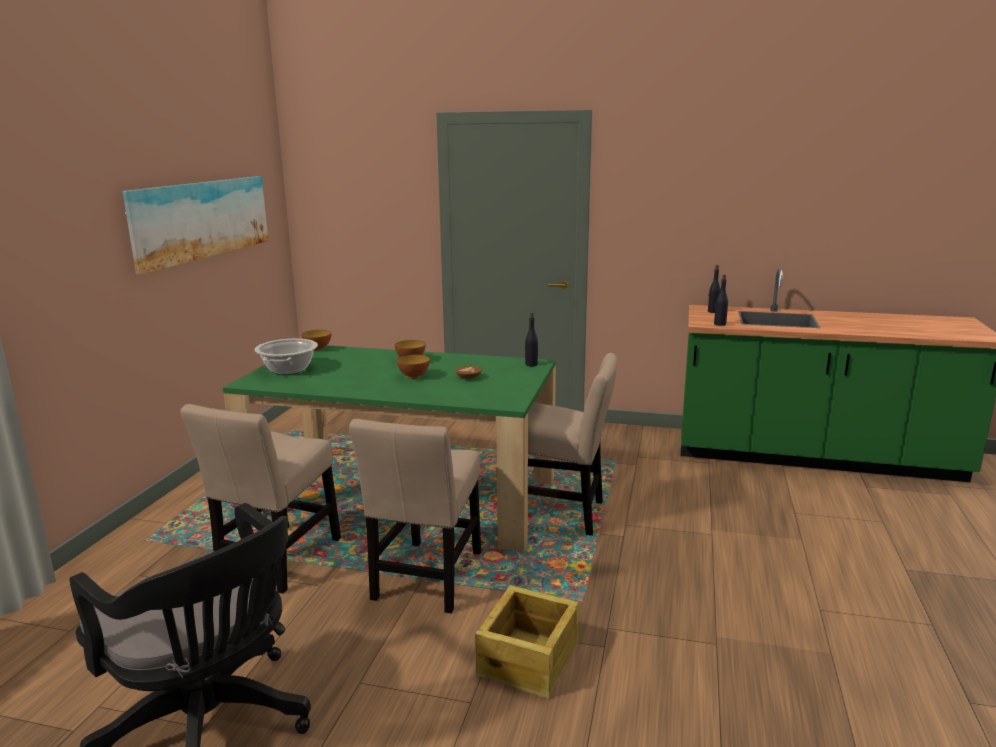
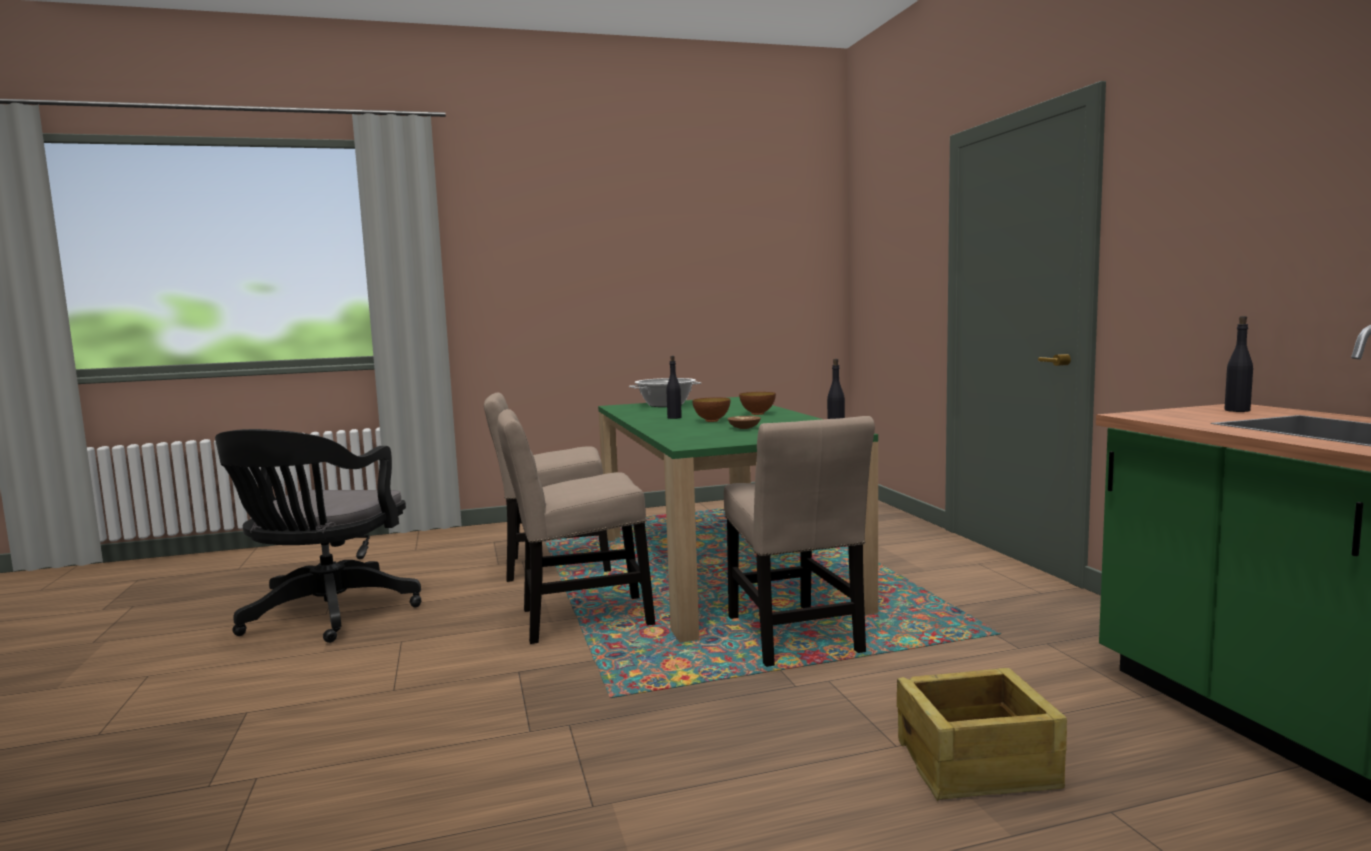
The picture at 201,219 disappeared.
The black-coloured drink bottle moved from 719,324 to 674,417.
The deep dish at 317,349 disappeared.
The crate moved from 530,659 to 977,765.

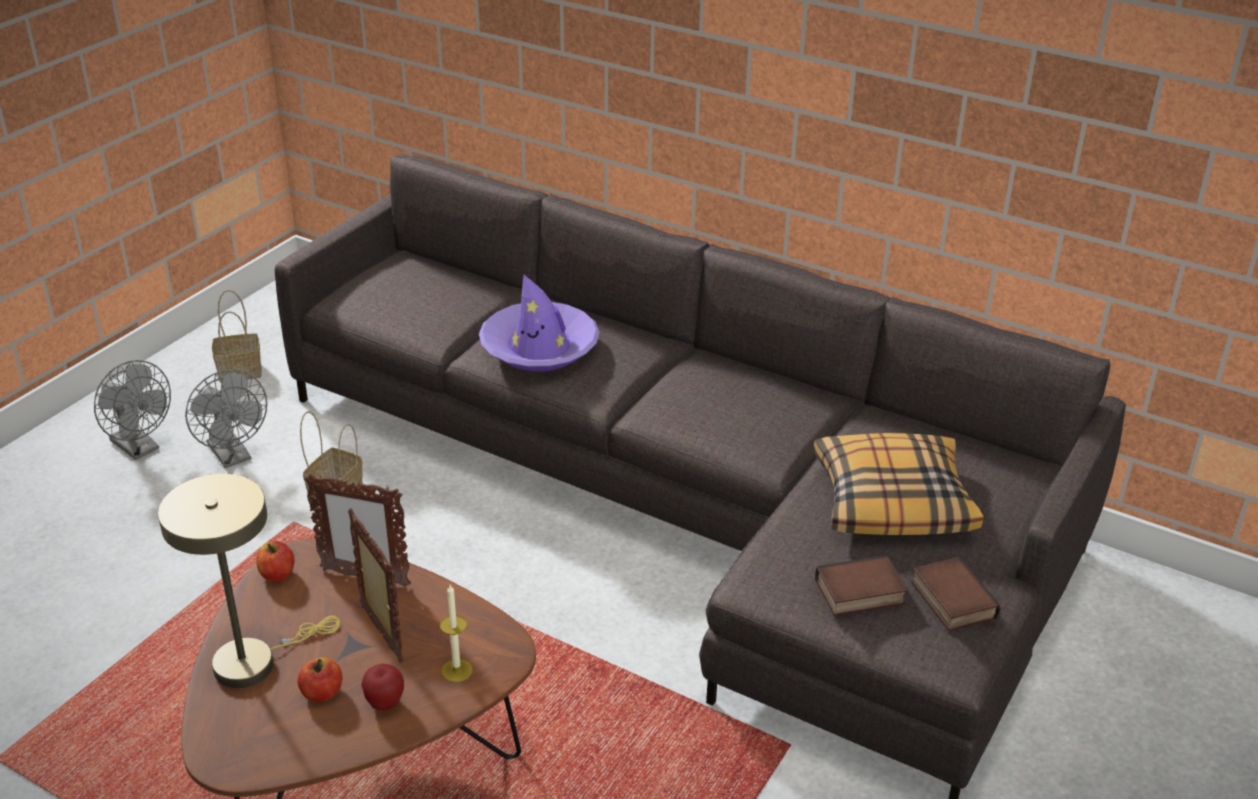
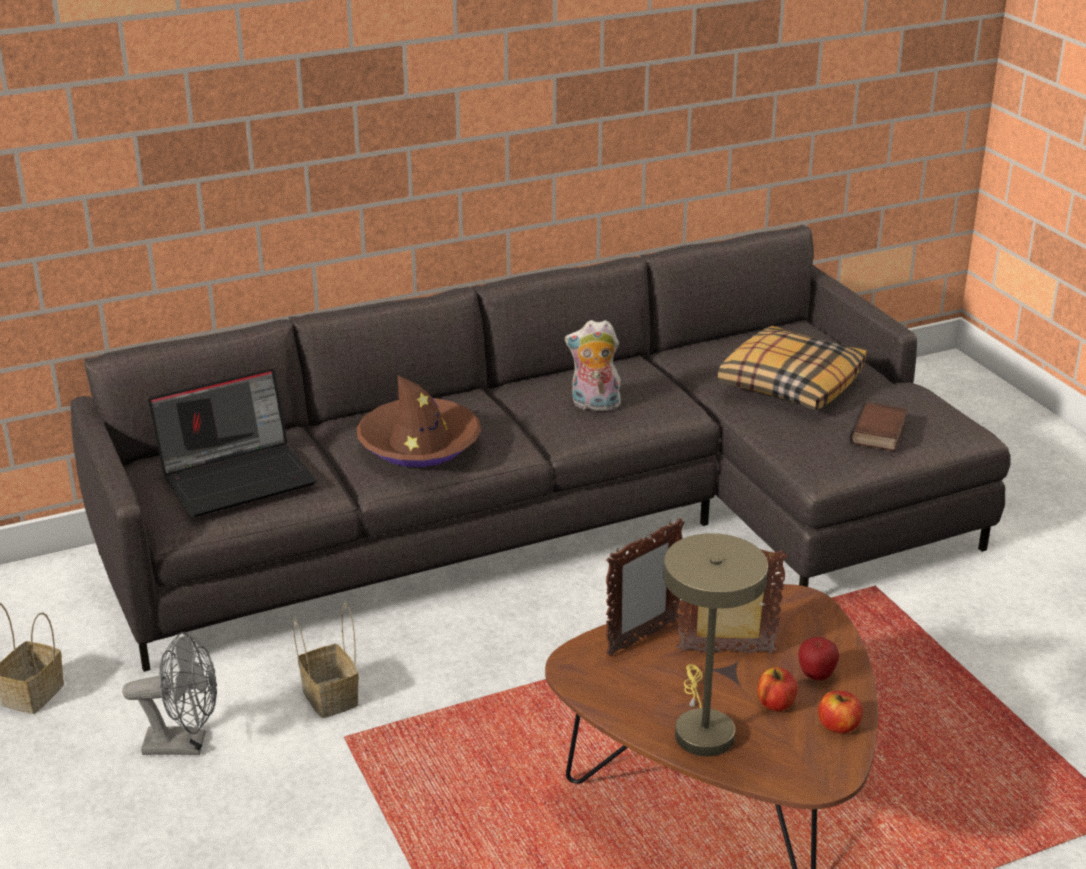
The purple clothing hat at 540,347 became the brown-coloured clothing hat at 419,444.
The grey cooling fan at 140,448 disappeared.
The whole apple moved from 277,574 to 838,726.
The book at 950,600 disappeared.
The wax light at 457,670 disappeared.
The plush toy at 594,405 appeared.
The notebook computer at 239,476 appeared.

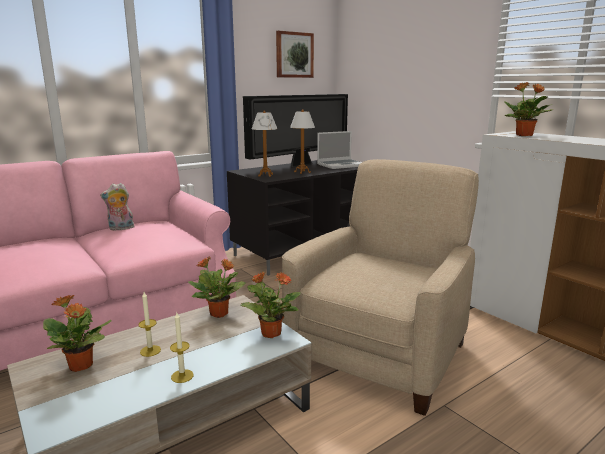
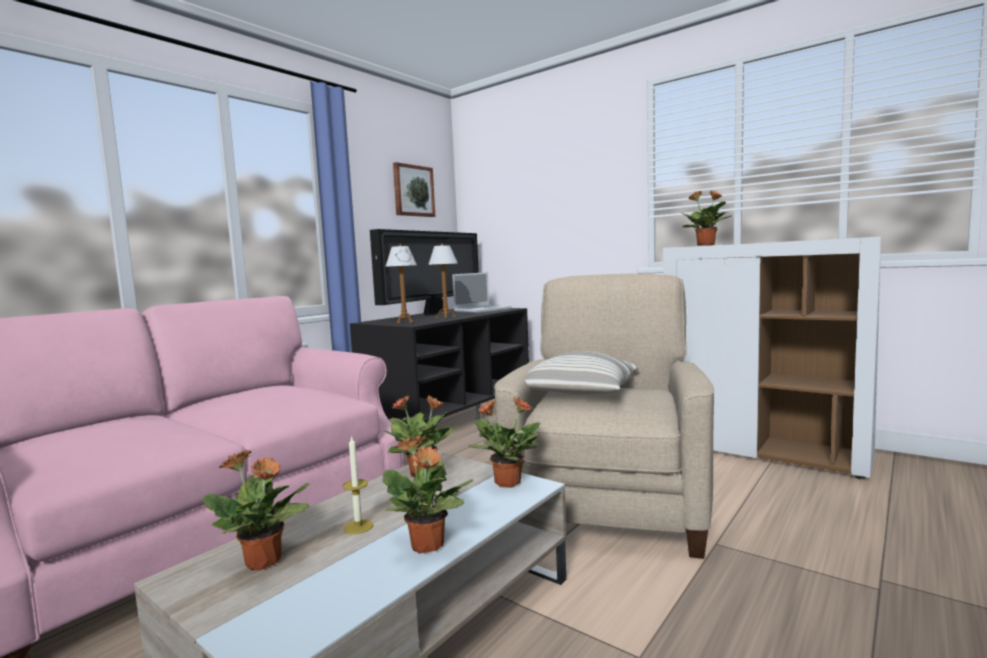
The plush toy at 120,229 disappeared.
The wax light at 182,376 was replaced by the houseplant at 427,546.
The pillow at 580,394 appeared.

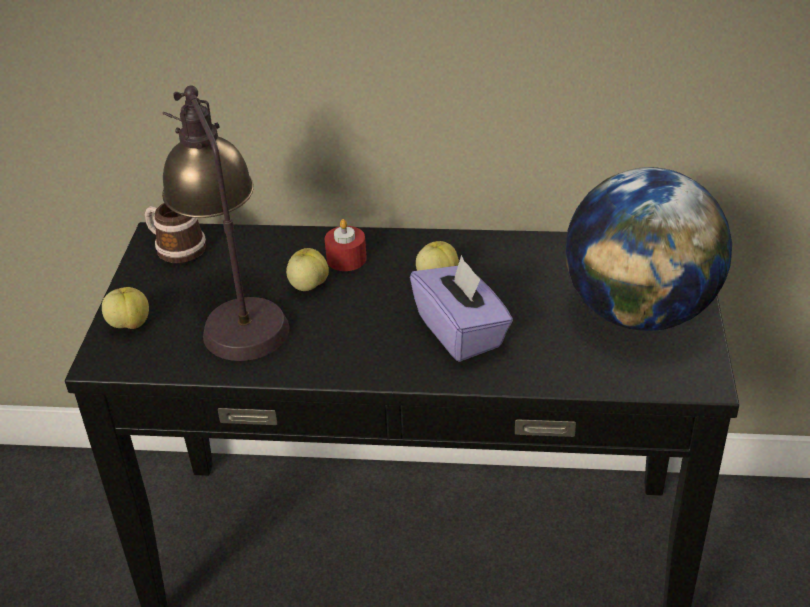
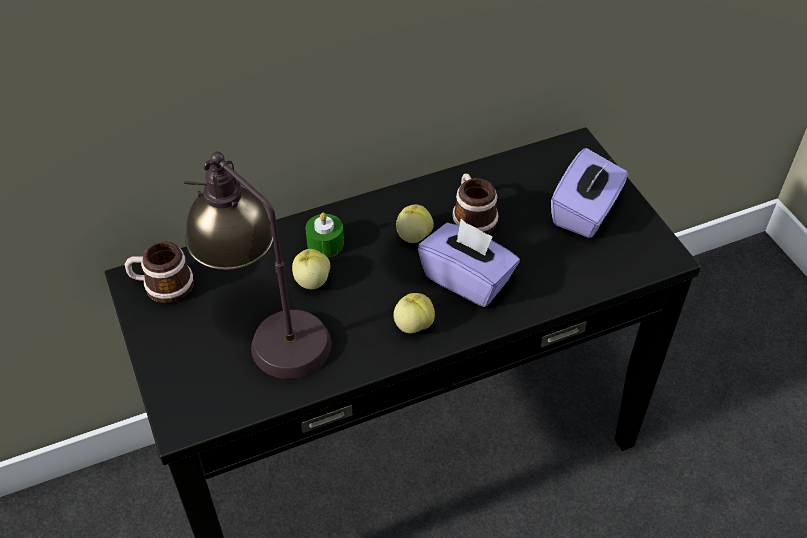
The globe at 640,311 was replaced by the purple tissue holder at 585,212.
The red-coloured wax light at 346,259 became the green wax light at 325,243.
The whole apple moved from 130,324 to 413,325.
The tea mug at 472,216 appeared.

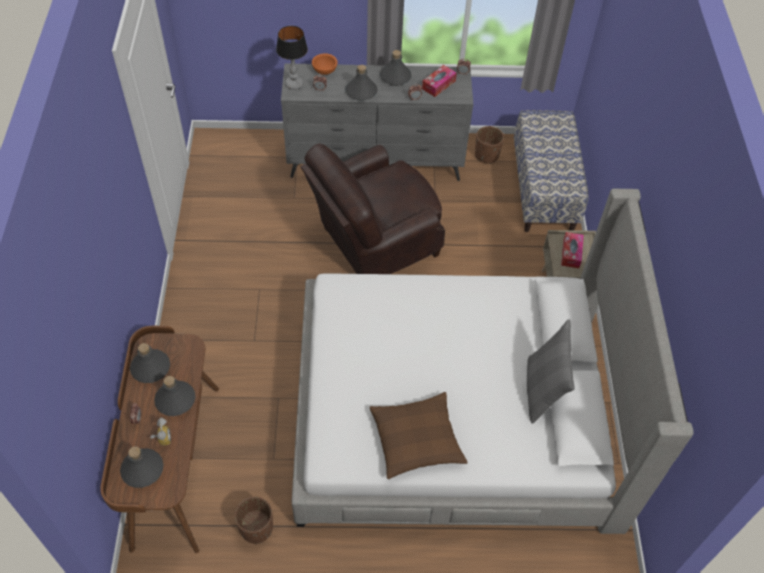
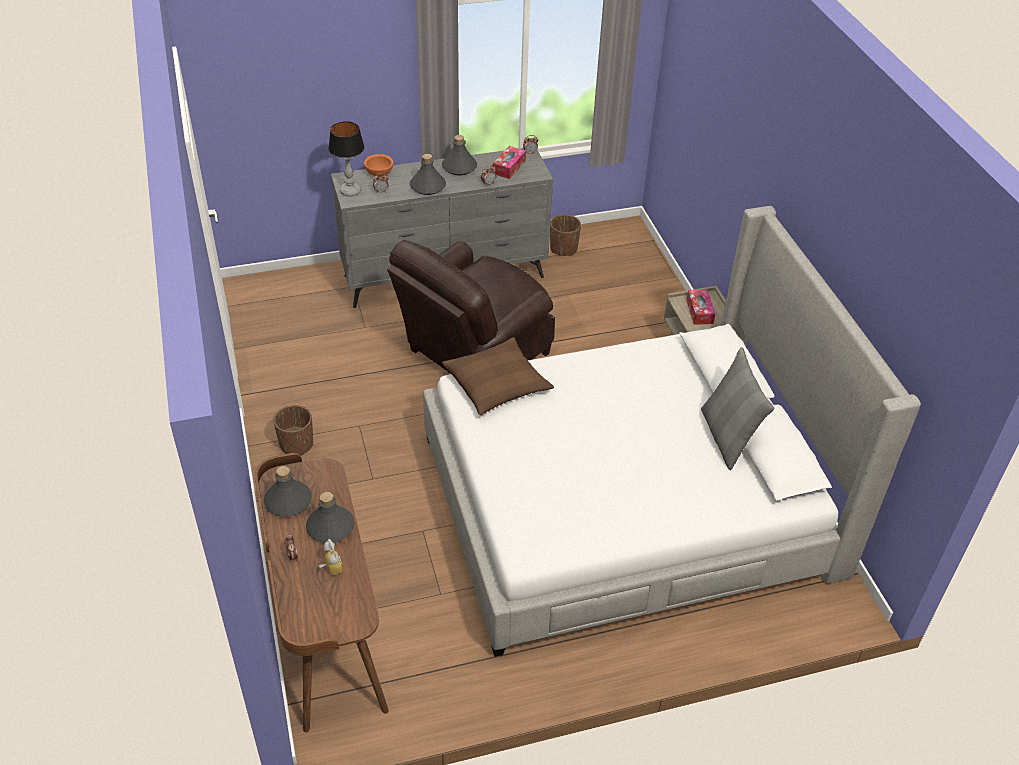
The long seat at 543,190 disappeared.
The brown-coloured pillow moved from 416,440 to 497,384.
The grey drink bottle at 142,469 disappeared.
The brown-coloured planter moved from 257,528 to 297,444.

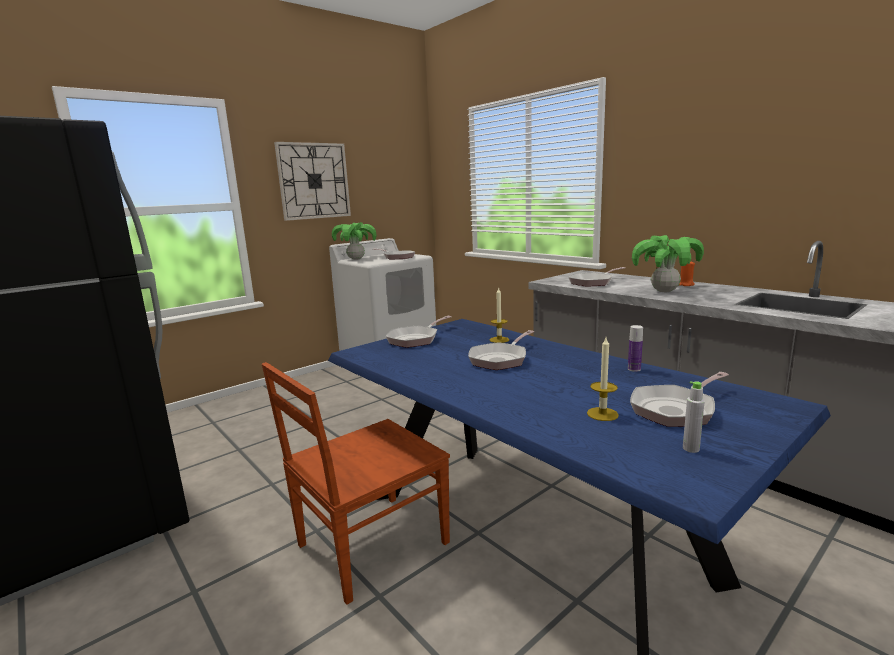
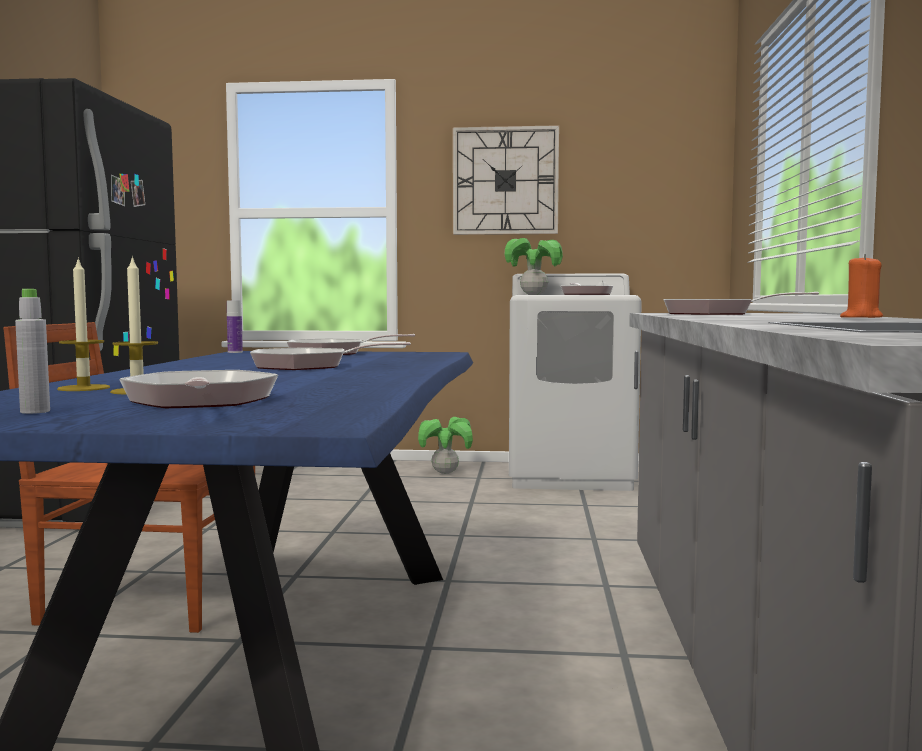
The houseplant moved from 664,291 to 445,472.
The wax light moved from 499,340 to 84,388.
The drink bottle moved from 634,369 to 235,352.
The pan at 676,409 turned 60 degrees clockwise.

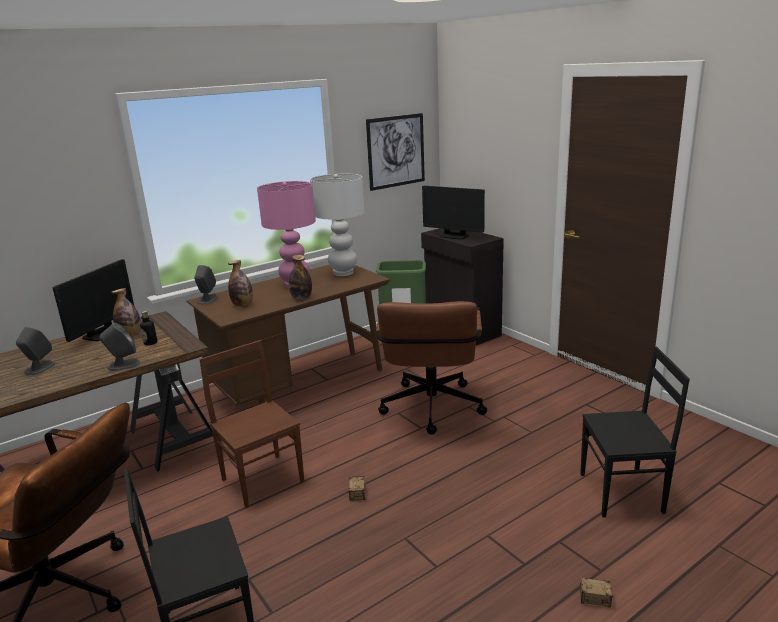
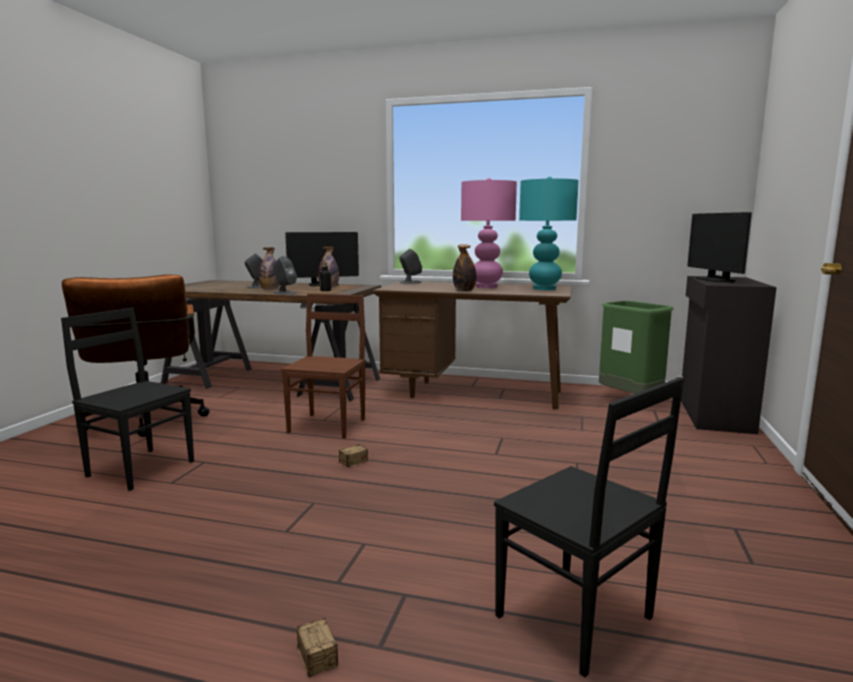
The picture at 396,151 disappeared.
The white lamp for a table at 343,272 became the turquoise lamp for a table at 545,289.
The drink bottle moved from 242,305 to 270,289.
The brown-coloured computer chair at 431,411 disappeared.

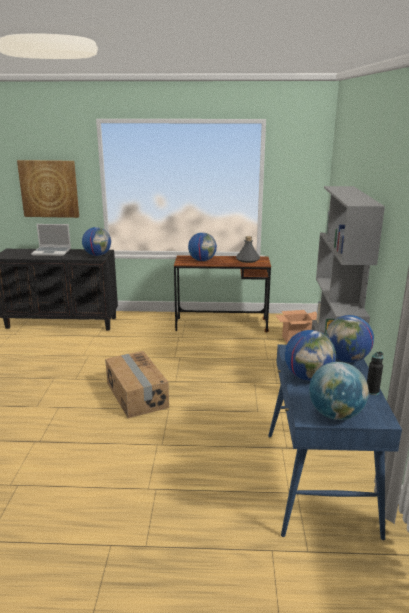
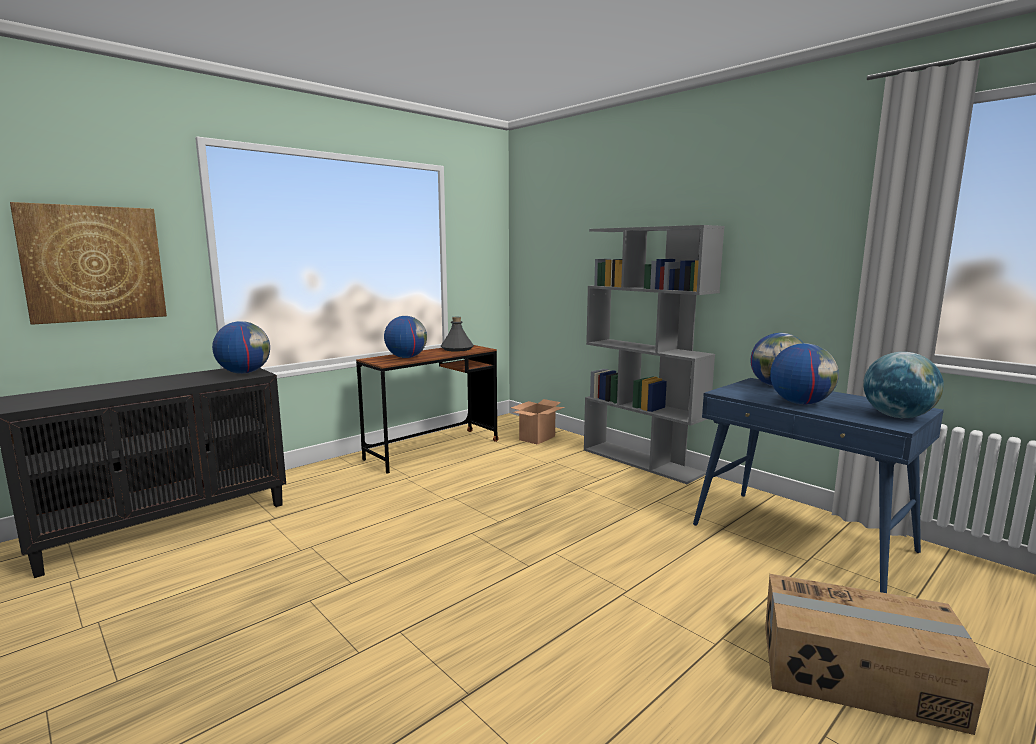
The notebook computer at 52,252 disappeared.
The carton moved from 136,395 to 858,676.
The black-coloured drink bottle at 372,391 disappeared.

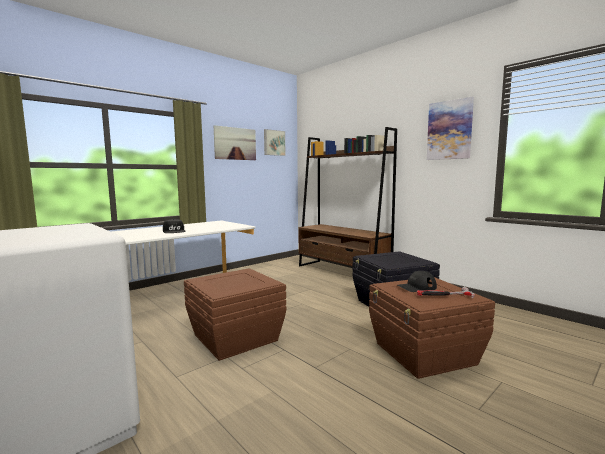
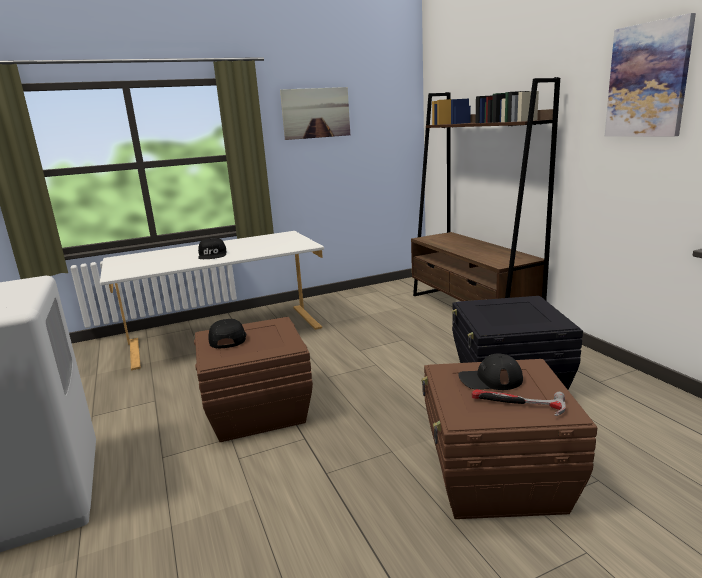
The picture at 274,143 disappeared.
The black-coloured peaked cap at 227,339 appeared.

